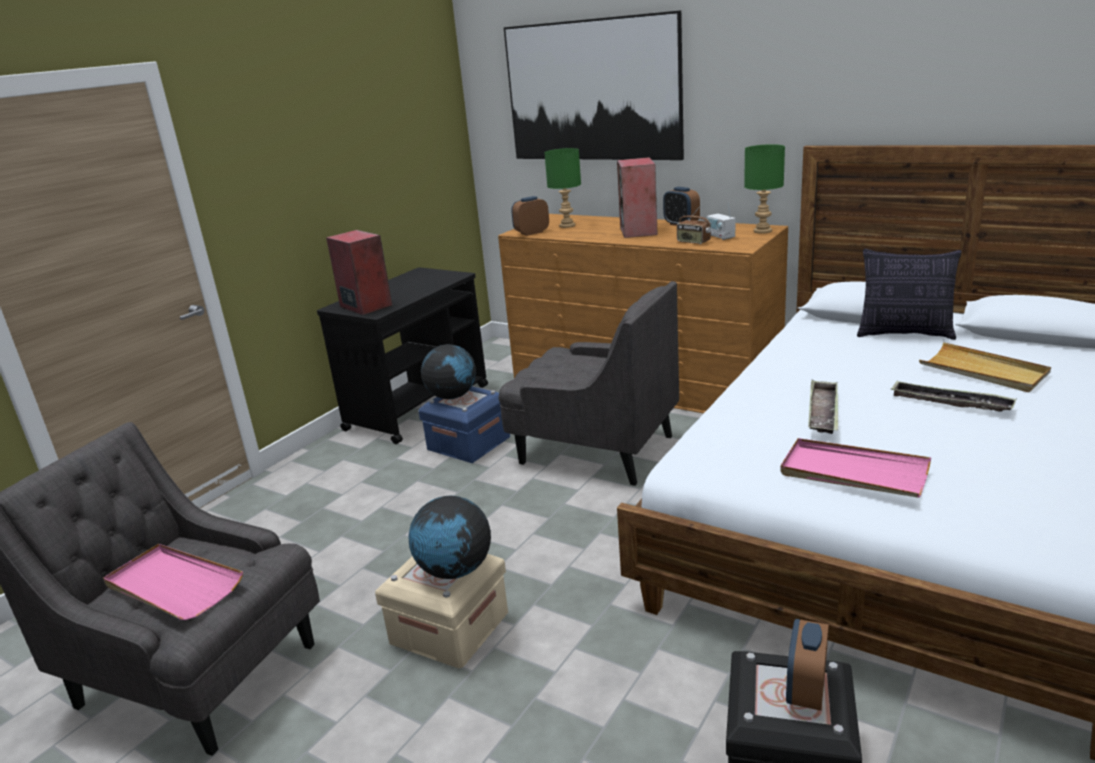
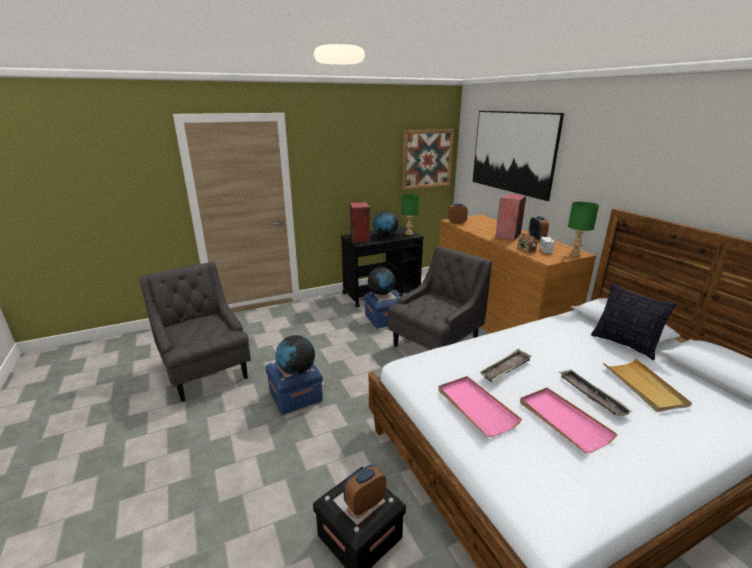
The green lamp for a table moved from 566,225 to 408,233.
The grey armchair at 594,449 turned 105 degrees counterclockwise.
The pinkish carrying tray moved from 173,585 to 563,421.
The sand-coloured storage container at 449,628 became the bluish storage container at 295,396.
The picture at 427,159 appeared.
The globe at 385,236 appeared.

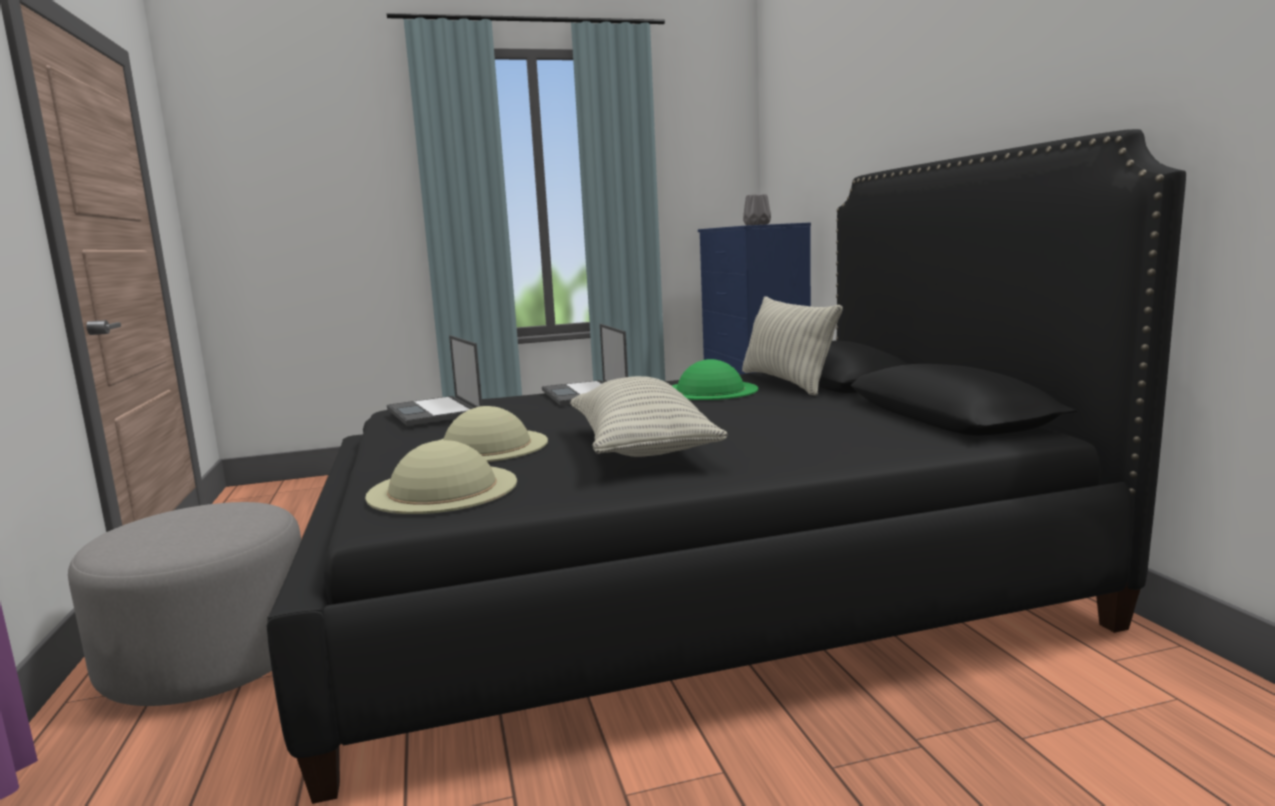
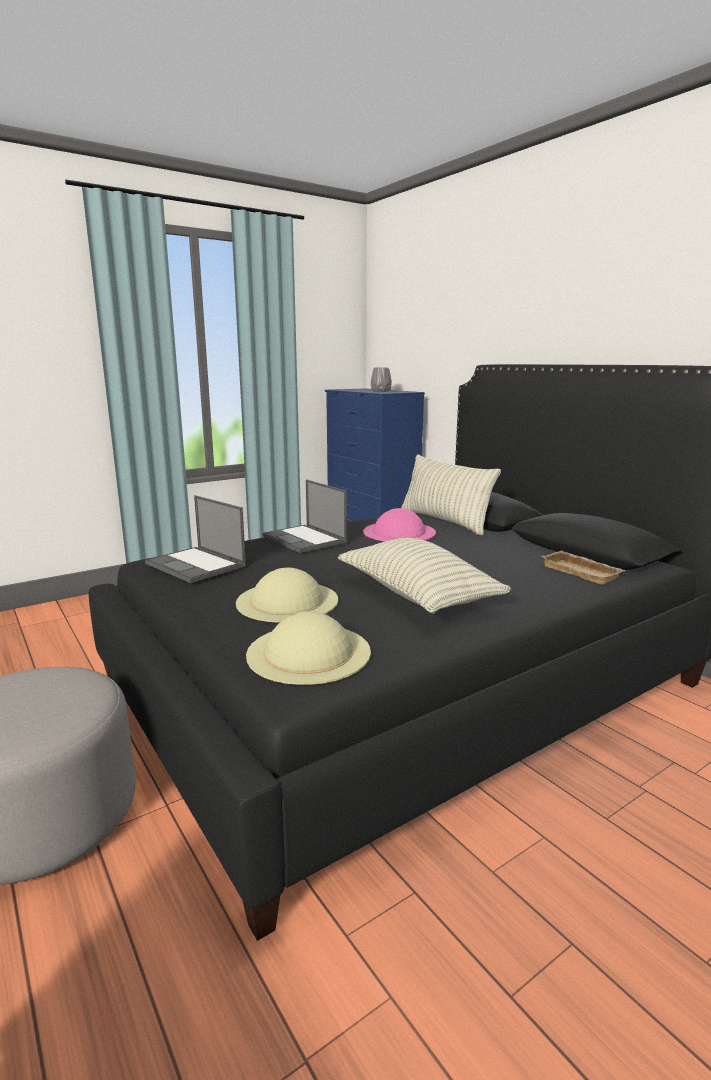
The green clothing hat at 710,390 became the pinkish clothing hat at 399,532.
The sand-coloured carrying tray at 583,572 appeared.

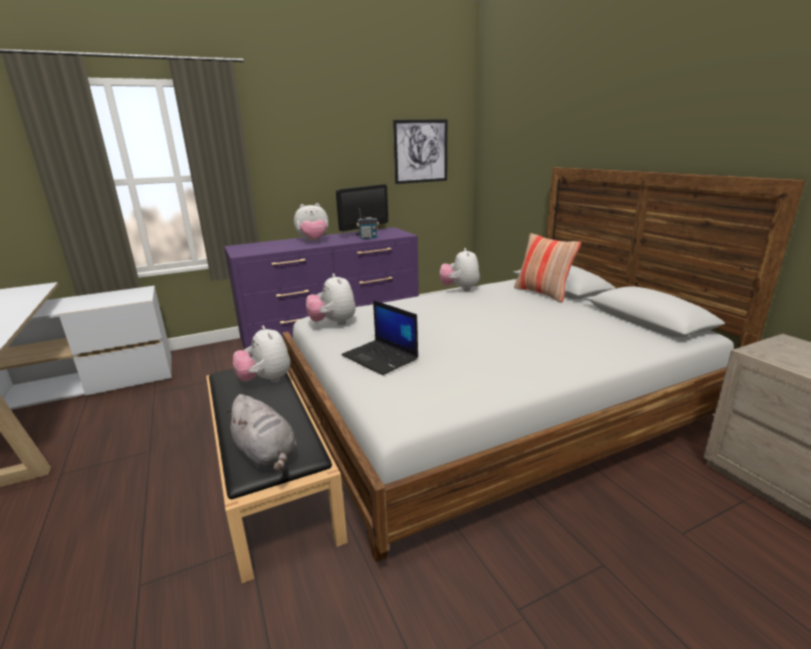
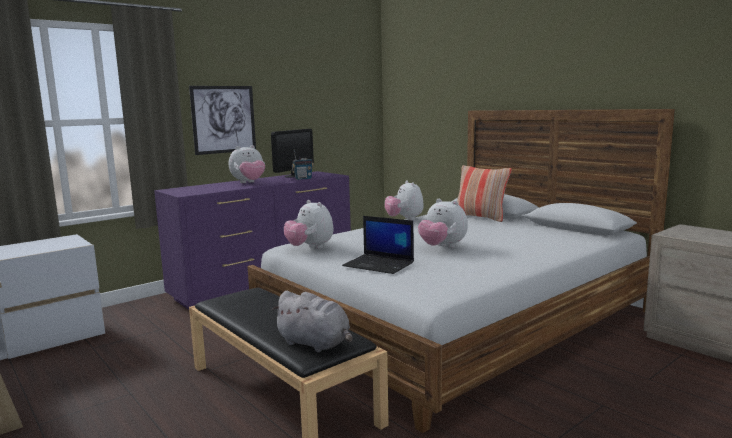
The picture moved from 421,151 to 223,119.
The plush toy moved from 266,380 to 442,247.

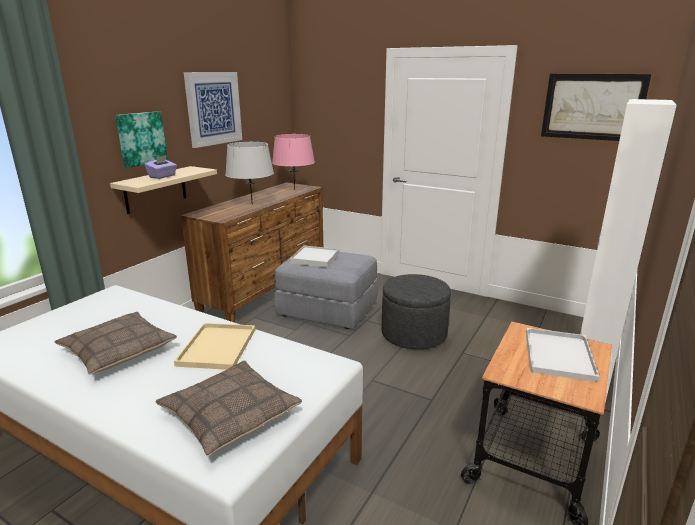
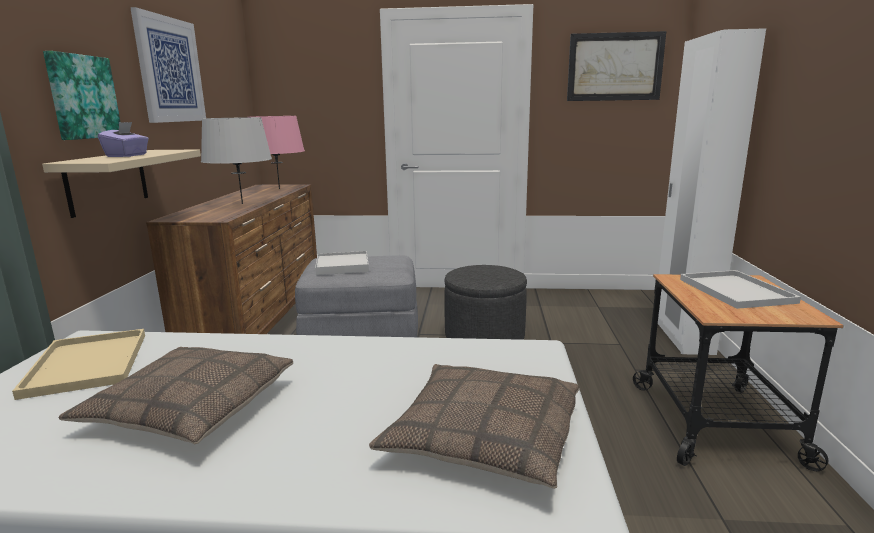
The sand-coloured carrying tray moved from 217,346 to 87,363.

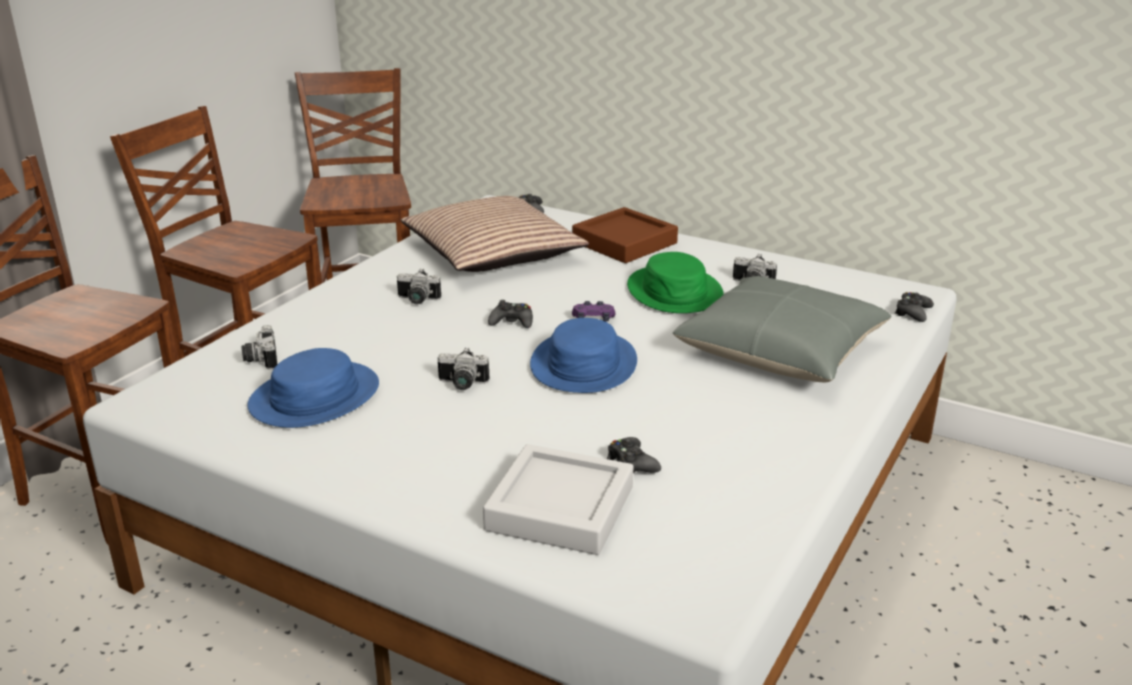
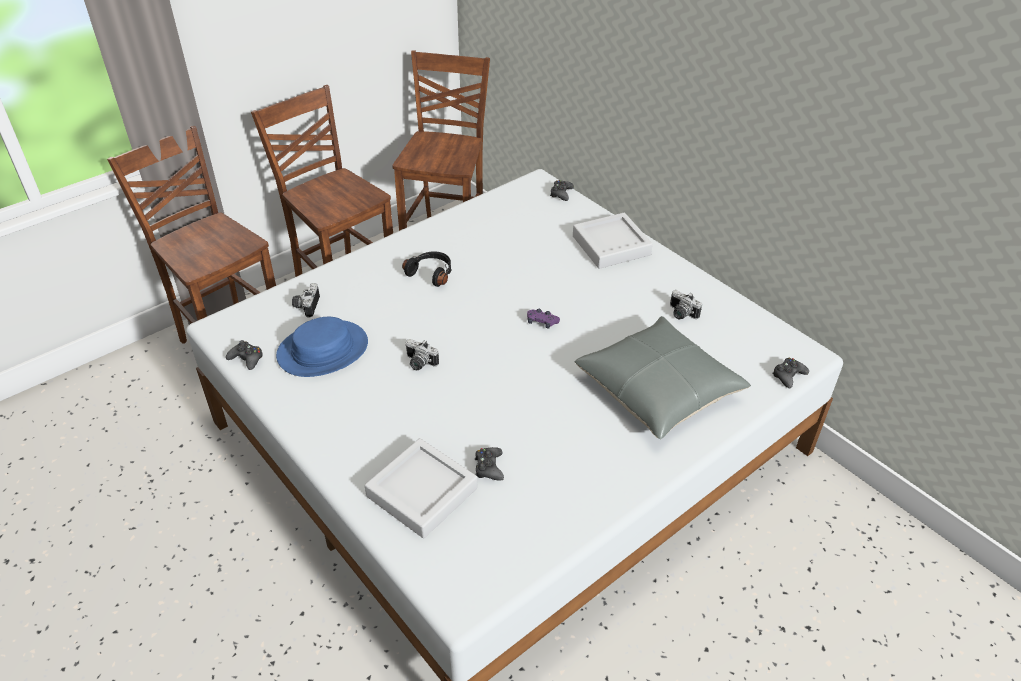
The pillow at 493,252 disappeared.
The brown-coloured carrying tray at 624,243 became the grey carrying tray at 611,245.
The green clothing hat at 675,291 disappeared.
The photo camera at 417,300 was replaced by the black-coloured pair of headphones at 431,273.
The black-coloured gamepad moved from 512,322 to 247,359.
The bluish clothing hat at 583,364 disappeared.

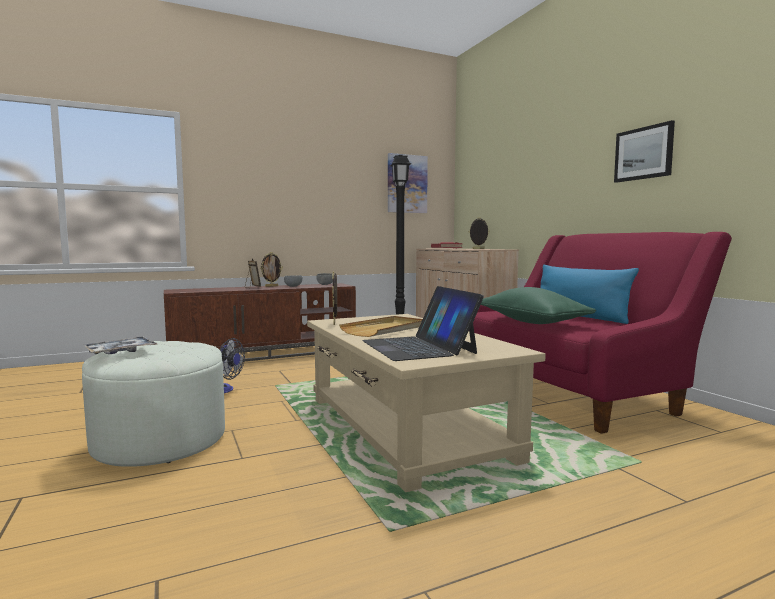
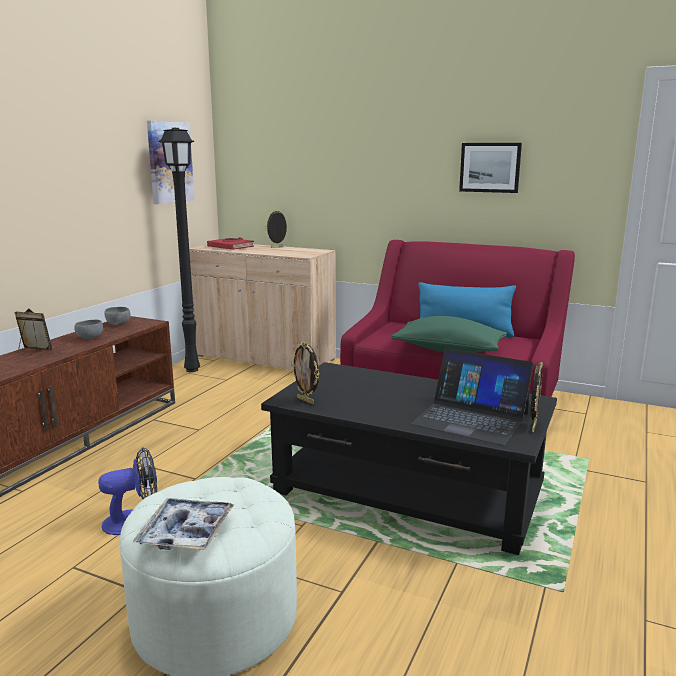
The photo frame moved from 271,286 to 533,427.
The sand-coloured lounge table at 404,427 became the black-coloured lounge table at 408,492.
The sand-coloured carrying tray at 385,329 disappeared.

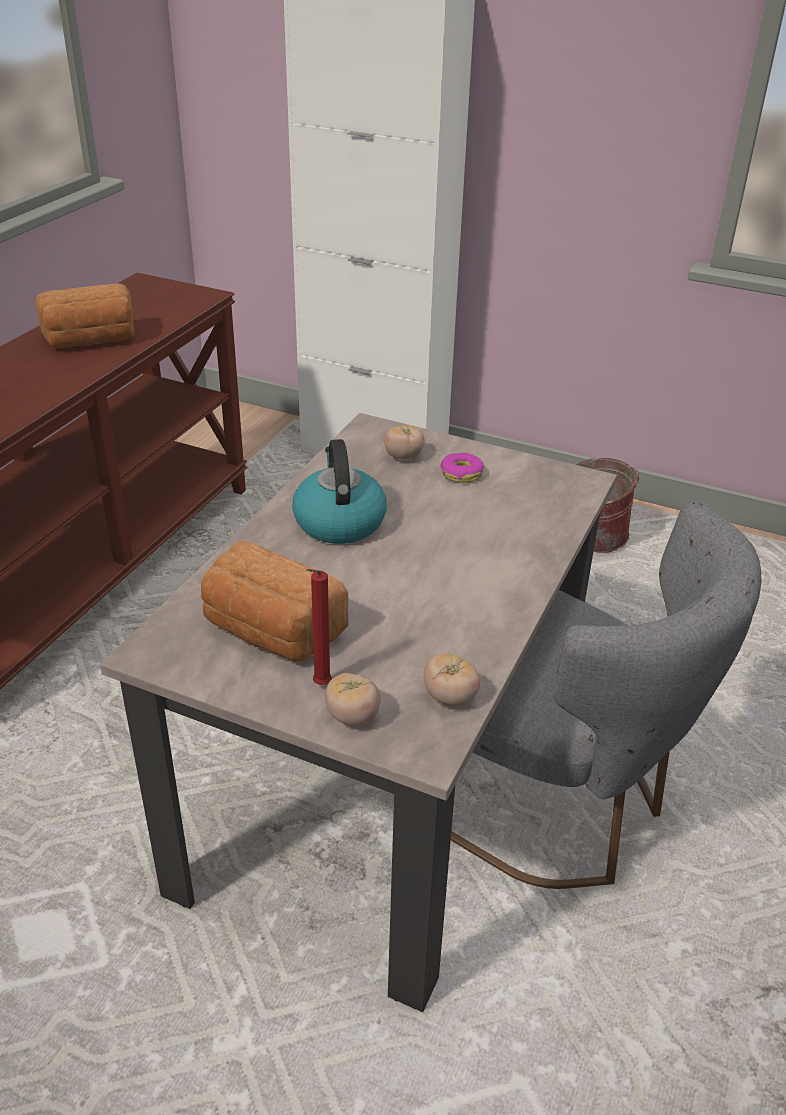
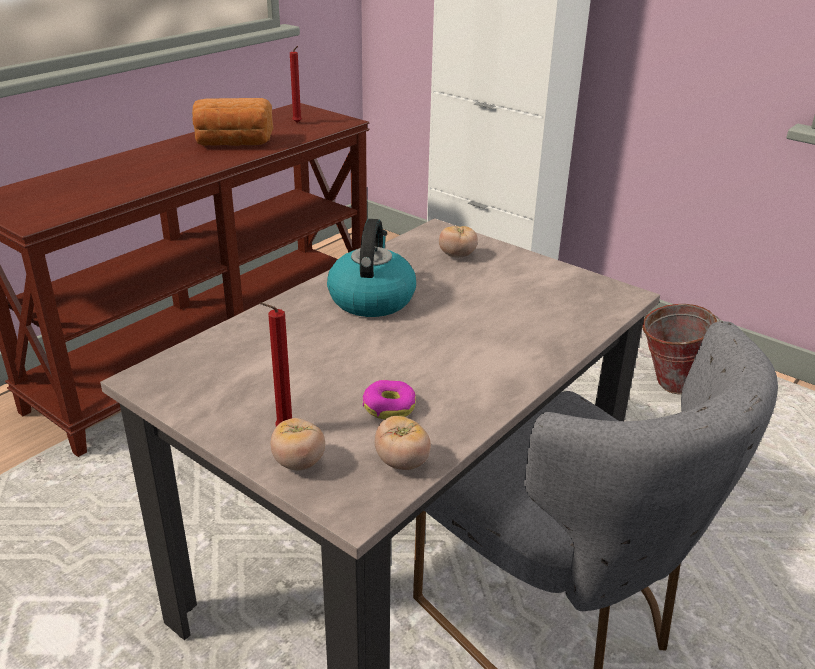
The donut moved from 461,474 to 389,407.
The bakery bread at 270,632 disappeared.
The red-coloured wax light at 298,123 appeared.

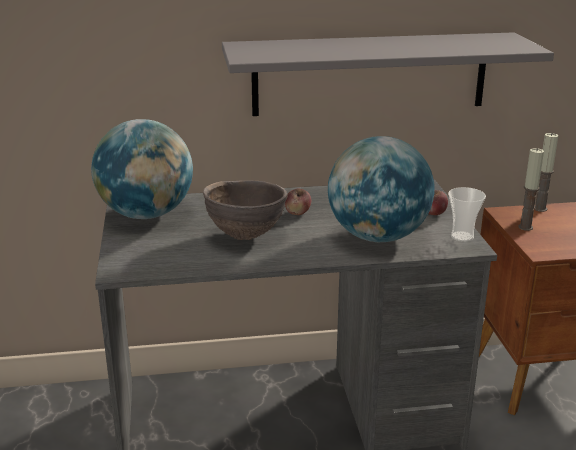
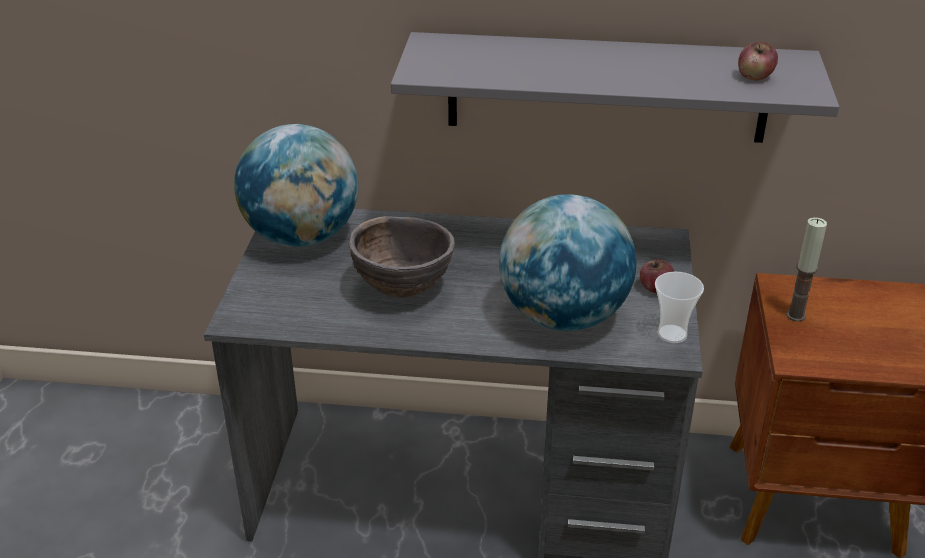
The wax light at 540,208 disappeared.
The whole apple moved from 298,212 to 755,77.

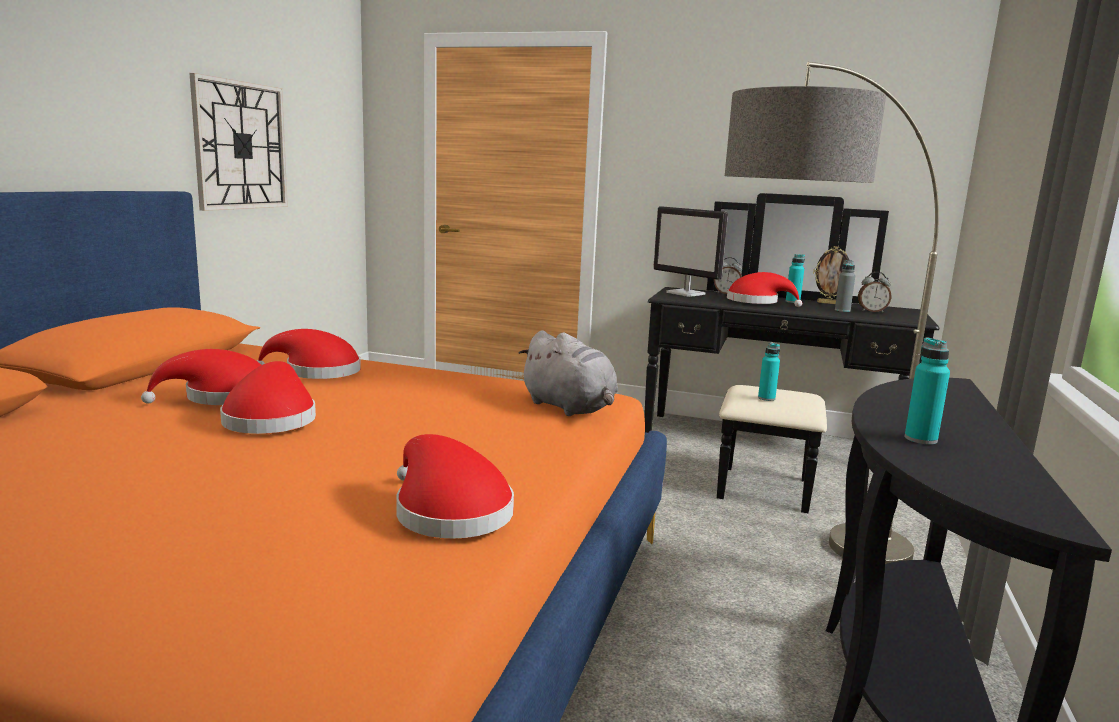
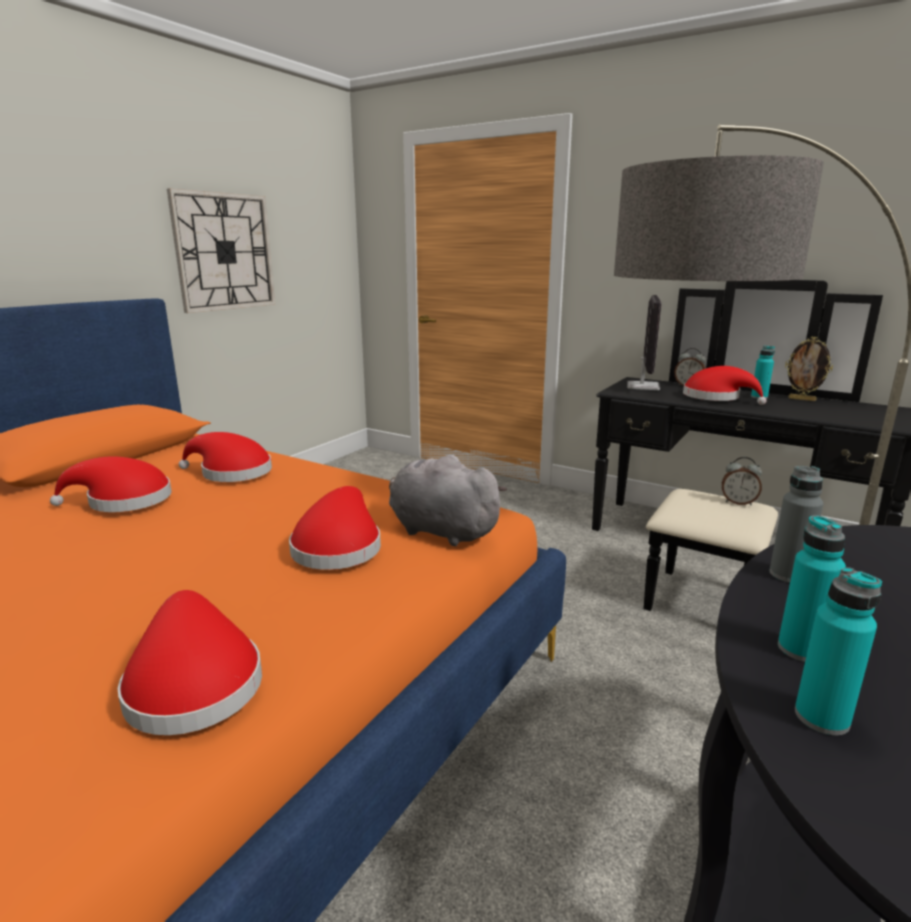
The computer screen at 686,294 turned 135 degrees counterclockwise.
The grey drink bottle moved from 842,310 to 788,575.
The bedside clock moved from 871,311 to 738,502.
The grey plush toy at 570,408 turned 150 degrees clockwise.
The turquoise drink bottle moved from 766,398 to 821,717.
The red-coloured clothing hat moved from 271,419 to 338,547.

